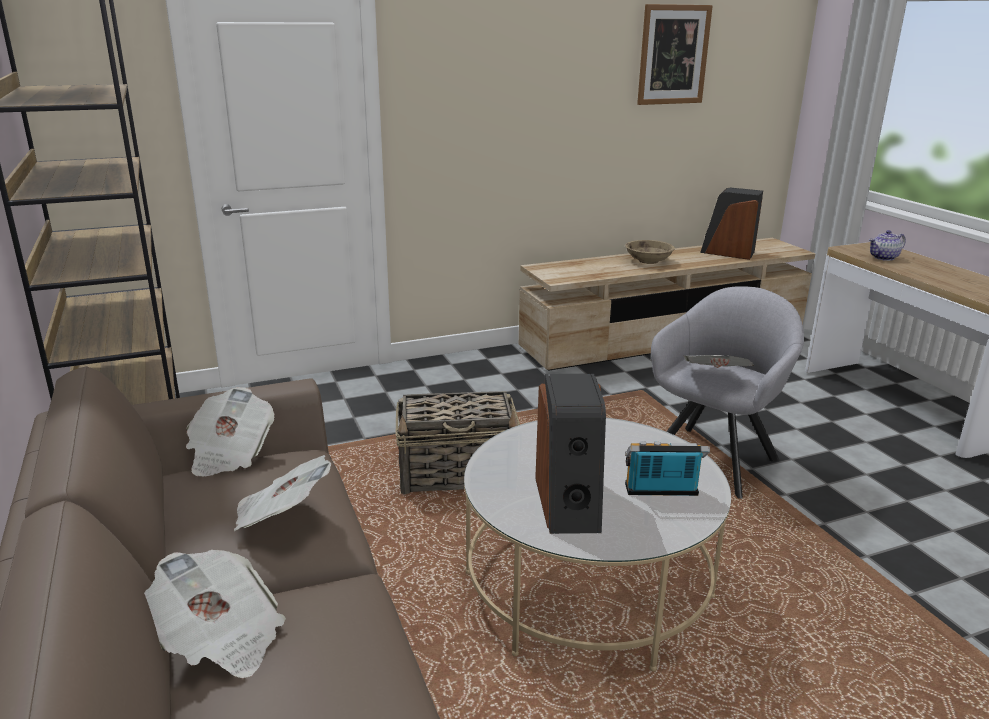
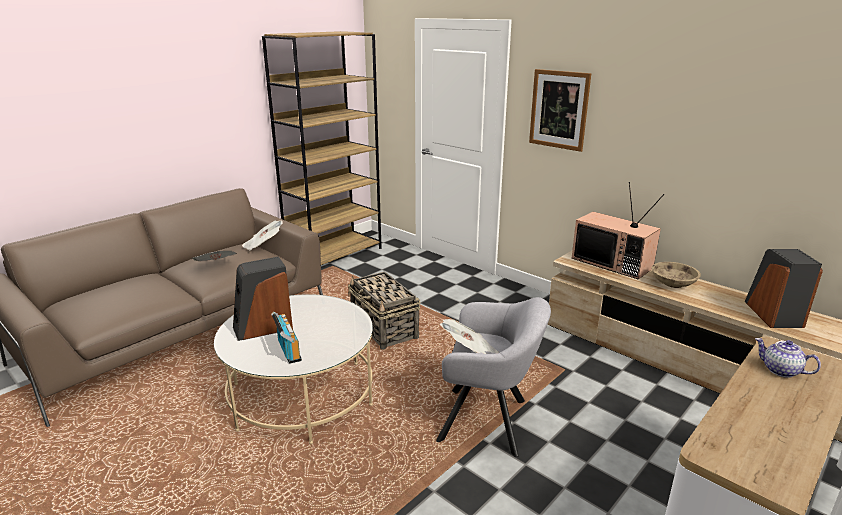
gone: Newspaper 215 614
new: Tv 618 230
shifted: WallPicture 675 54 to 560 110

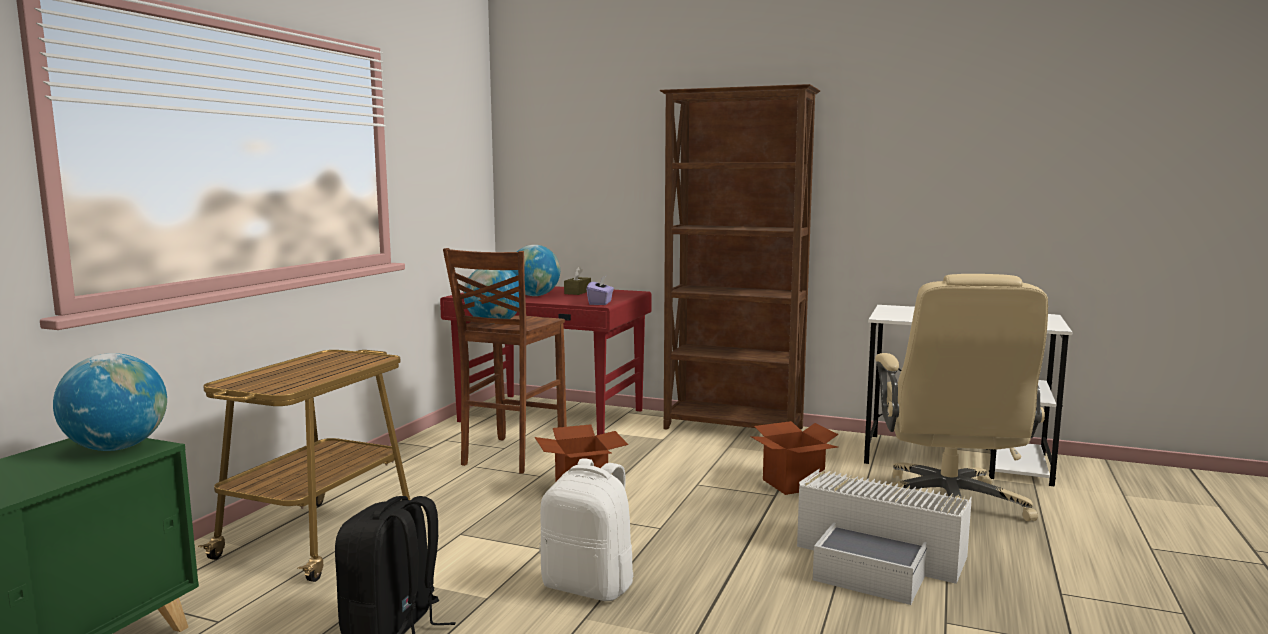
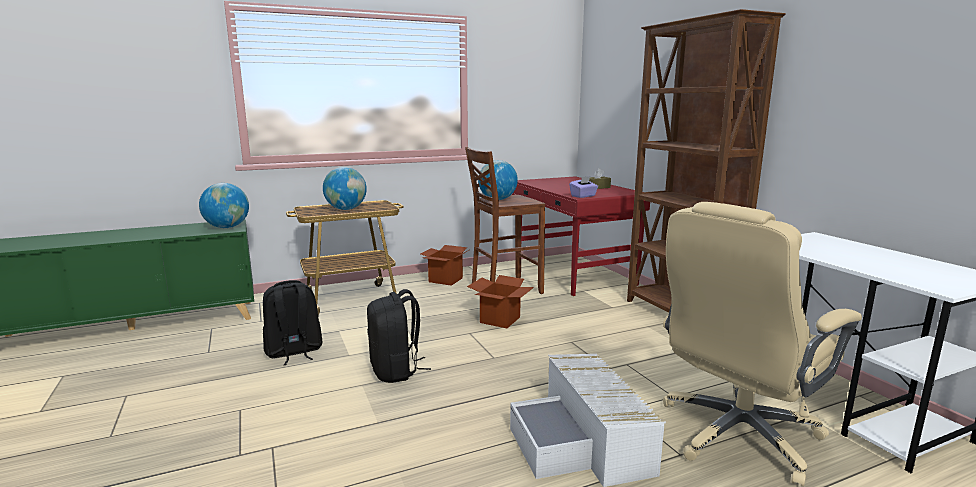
shifted: Globe 535 270 to 345 188; Carton 794 458 to 445 265
repainted: WhitishKnapsack 586 529 to BlackishKnapsack 399 336

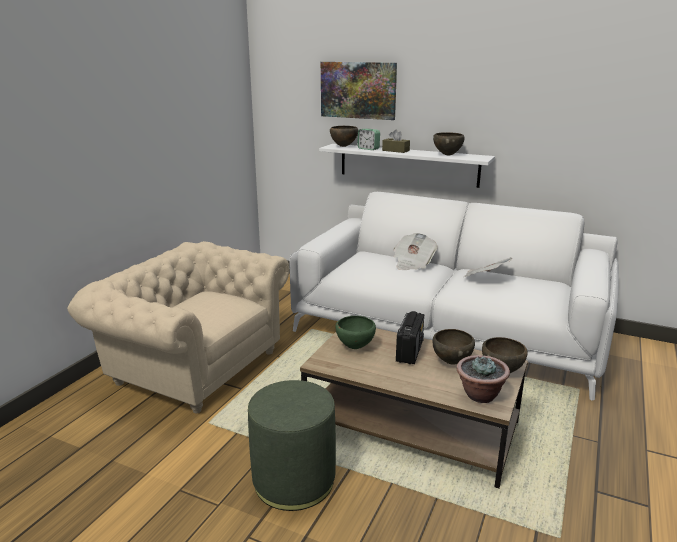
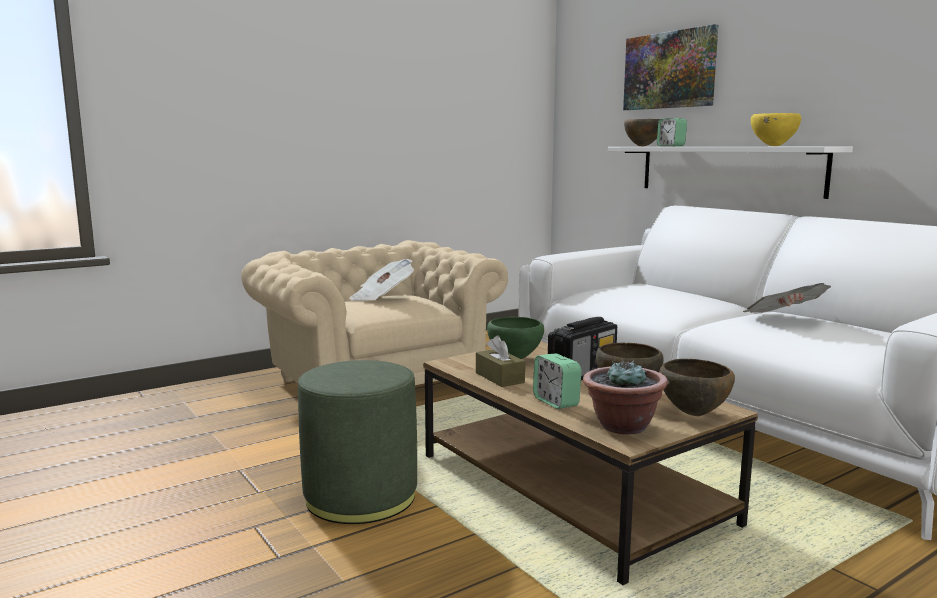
new: BedsideClock 557 381
shifted: BrownishTissueHolder 396 141 to 500 361; Newspaper 416 251 to 381 280
repainted: BrownishServingBowl 449 144 to YellowColouredServingBowl 776 129

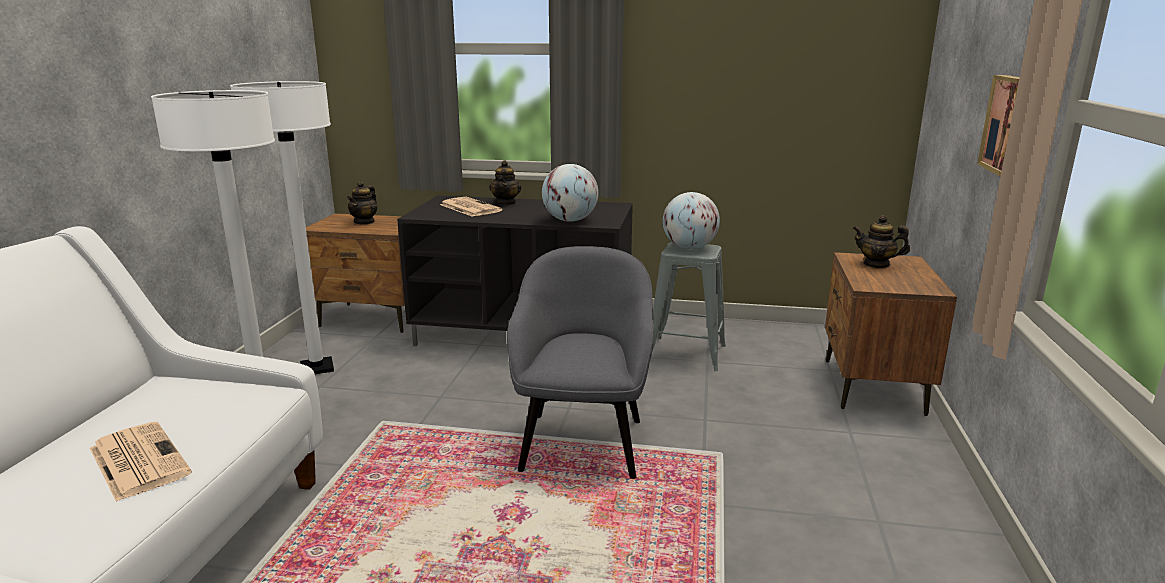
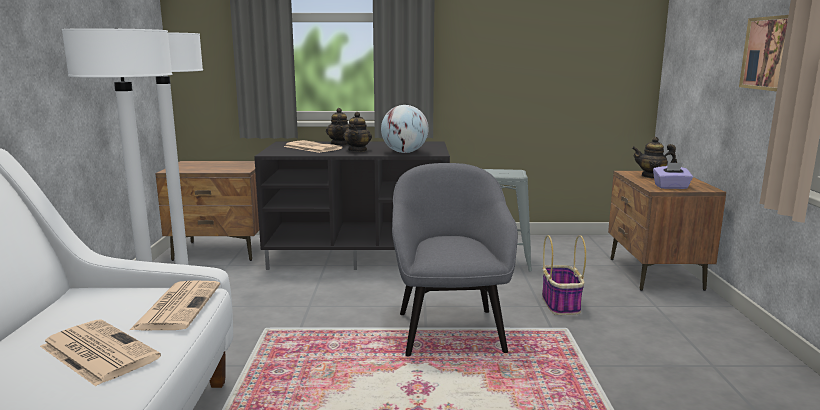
gone: Globe 691 220
new: Newspaper 175 305; HouseholdBasket 564 275; PurpleColouredTissueHolder 673 175
shifted: PotForTea 362 203 to 357 132

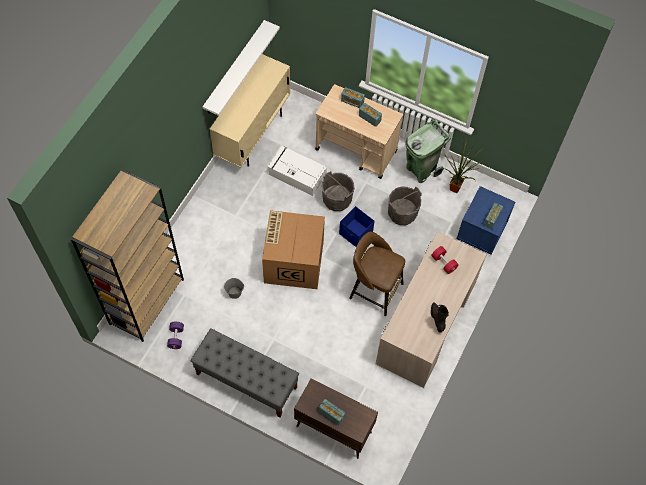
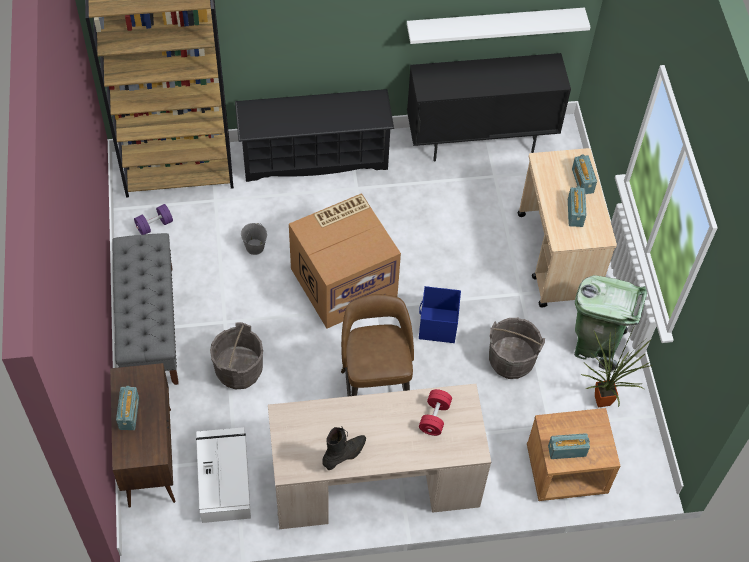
new: BlackishShoeRack 314 135
shifted: WhitishStorageBox 297 171 to 223 475; GrayPail 338 191 to 236 356
repainted: BeigeColouredStorageCabinet 250 111 to BlackishStorageCabinet 489 107; BlueBedsideTable 485 220 to BrownishBedsideTable 573 454

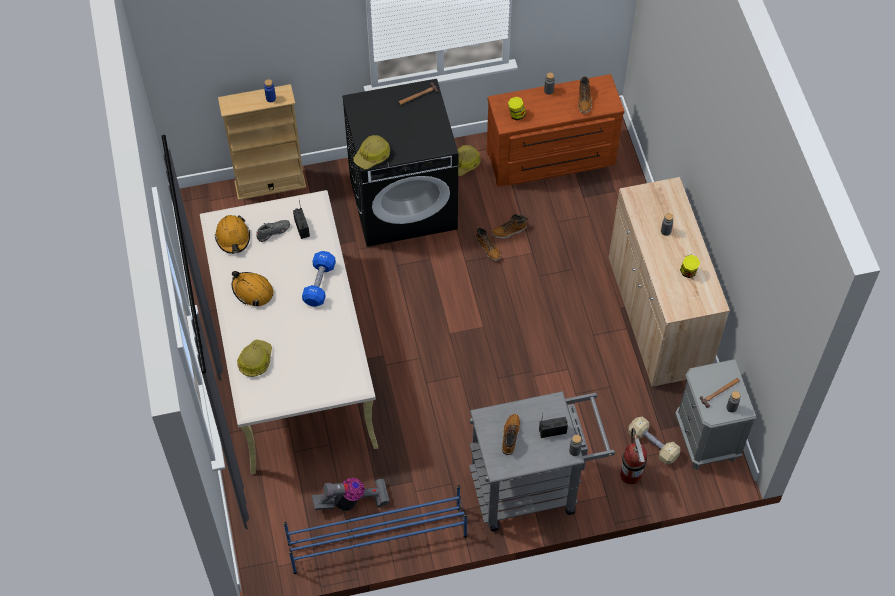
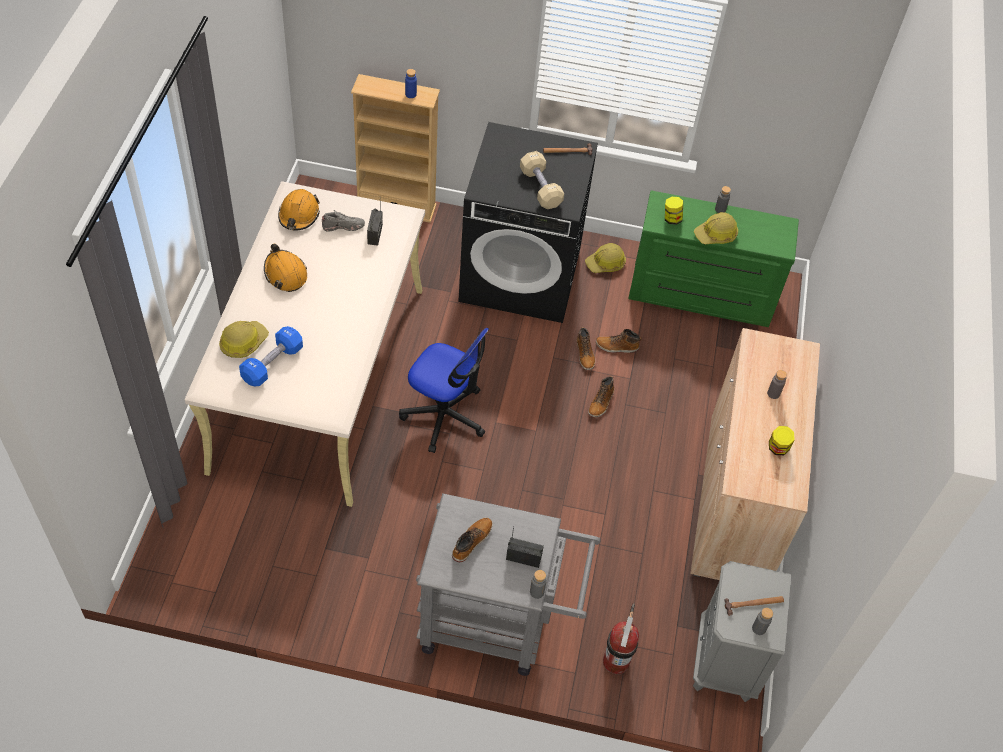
gone: BlueShoeRack 375 529; Vacuum 351 494
new: OfficeChair 444 390
shifted: BlueHandWeight 319 279 to 271 356; SafetyHelmet 371 152 to 716 228; TallBoot 585 94 to 601 397; BeigeColouredHandWeight 654 440 to 542 180
repainted: BrownishChestOfDrawers 555 130 to GreenChestOfDrawers 713 258

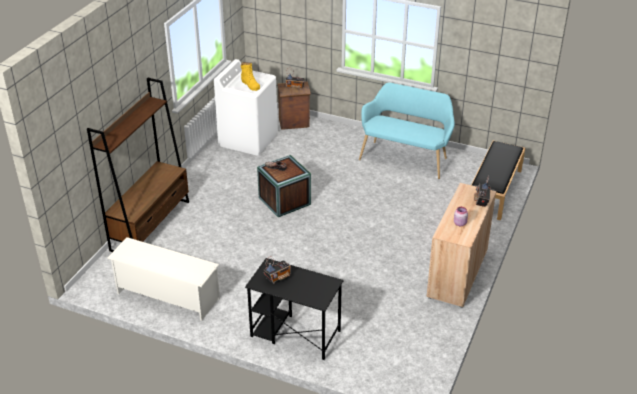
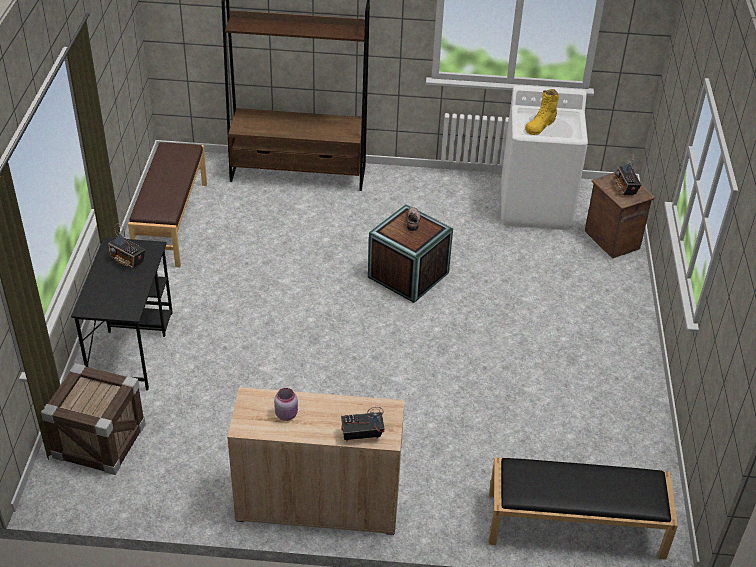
gone: TurquoiseIndoorBench 407 131
new: ShippingCrate 93 419
swapped: WhitishShoeRack 163 279 to BrownishIndoorBench 167 204

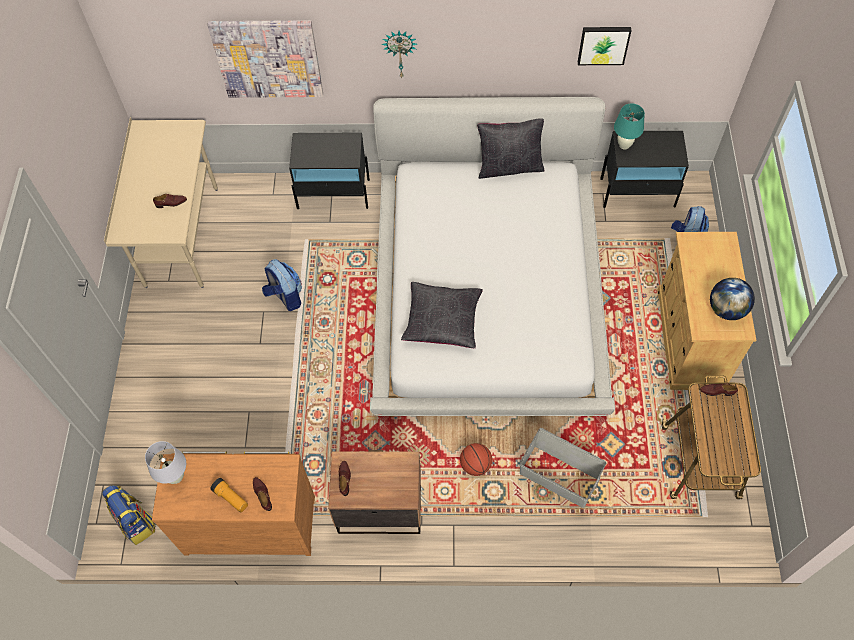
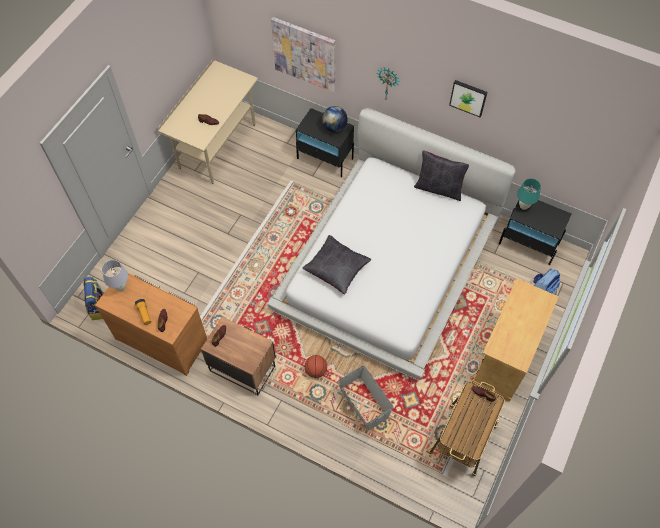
gone: Knapsack 282 285
shifted: WallPicture 605 46 to 468 98; Globe 732 299 to 335 119

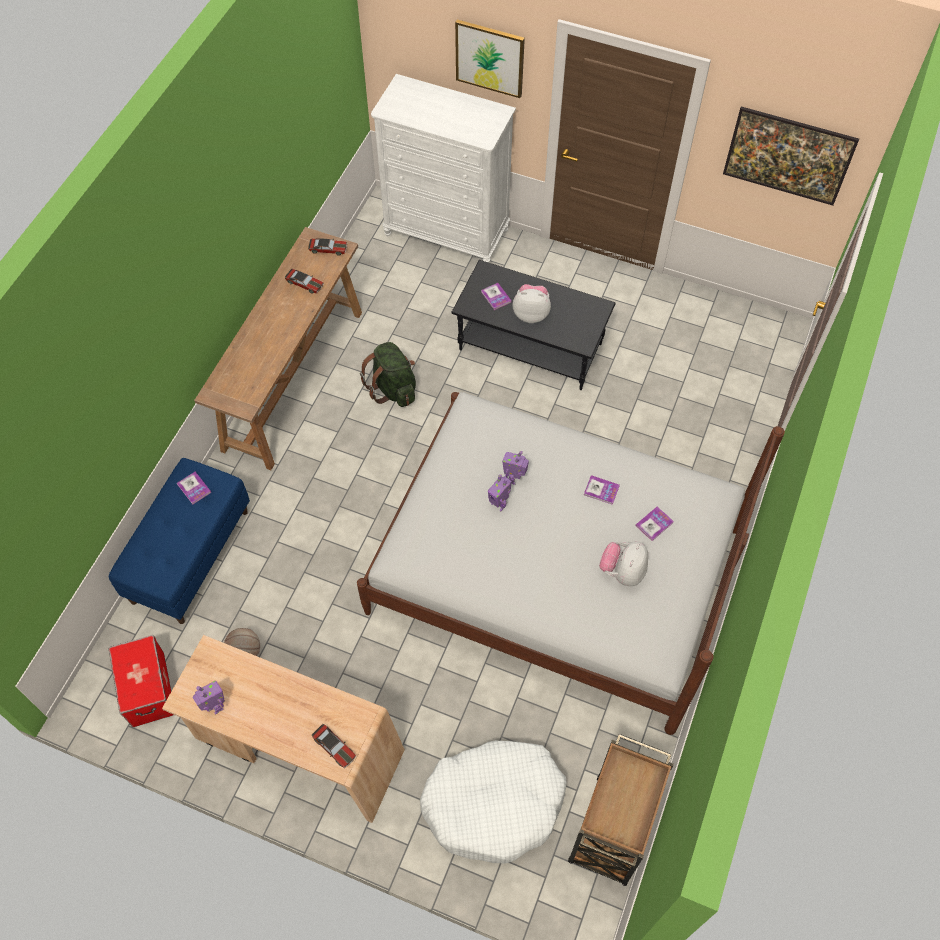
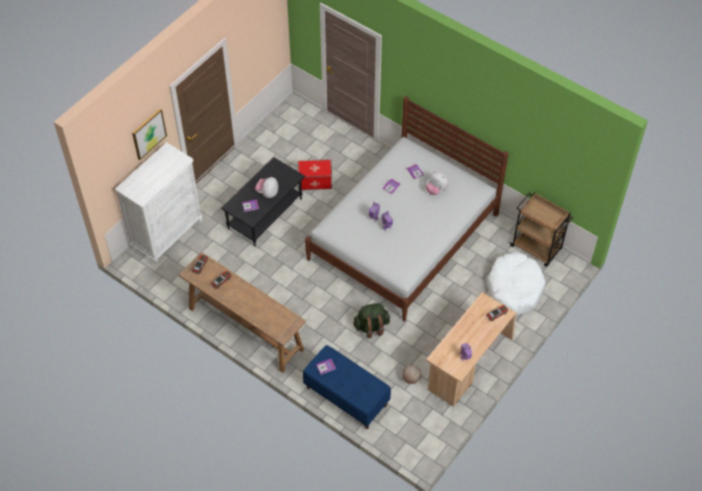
gone: WallPicture 791 156
shifted: StorageBox 141 681 to 315 175; GreenKnapsack 388 374 to 371 320

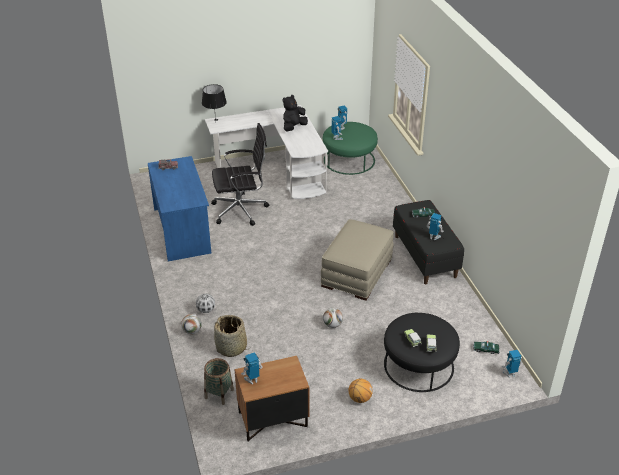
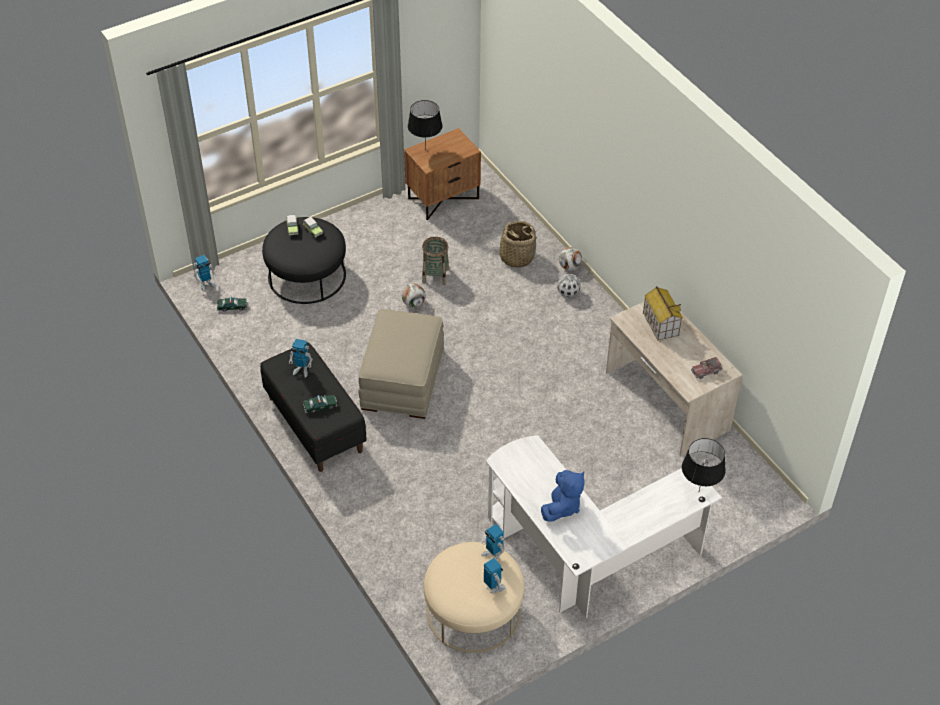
gone: BlackishOfficeChair 240 174; ModelRobot 252 368; BasketballBall 361 391
new: BlackishTabletopLamp 425 125; ToyHouse 663 313
shifted: HouseholdBasket 219 381 to 435 261
repainted: BlueDeskTable 179 208 to BeigeColouredDeskTable 674 379; BlackishSoftToy 295 113 to BlueSoftToy 563 496; GreenFootrest 350 148 to BeigeColouredFootrest 474 597

